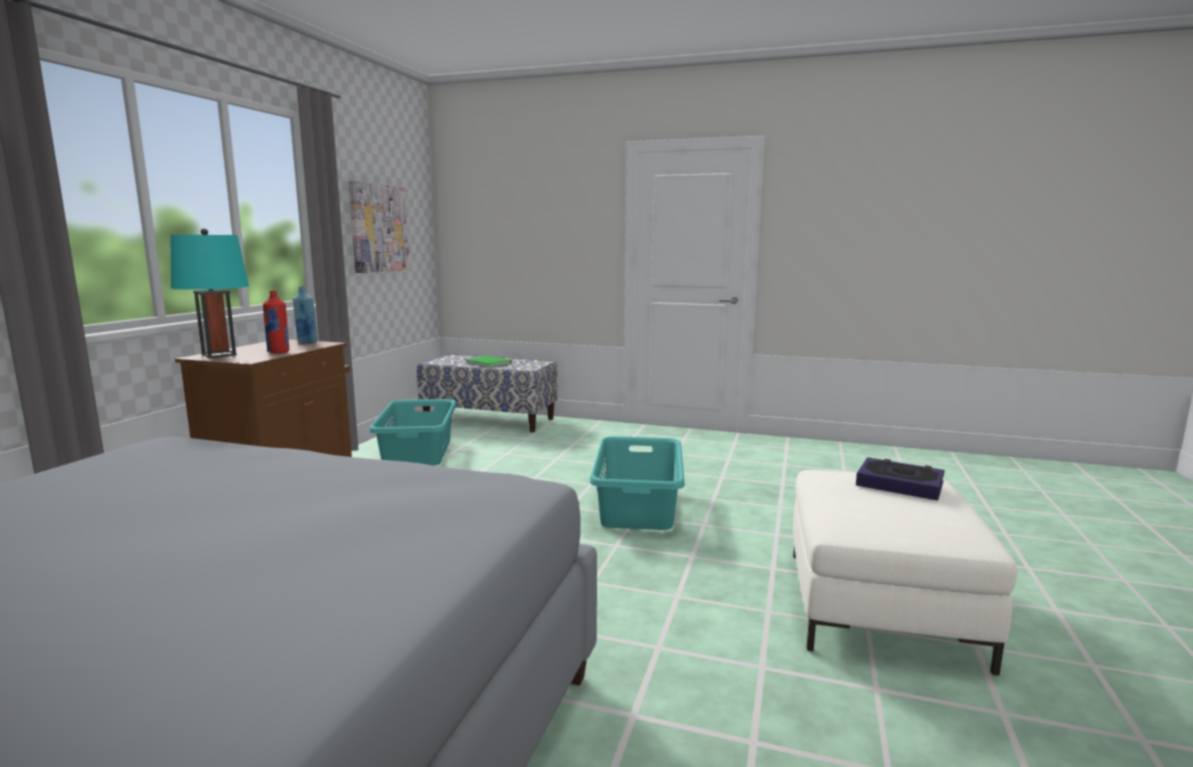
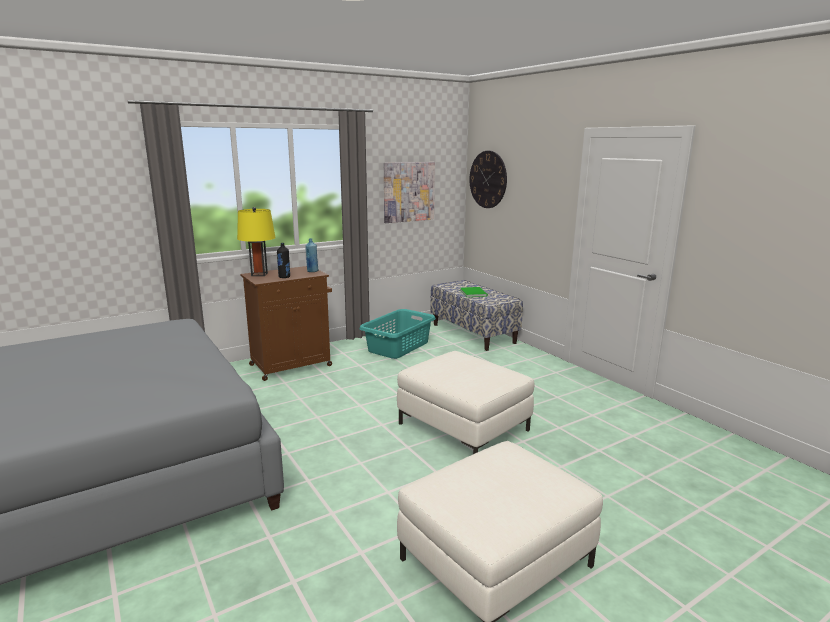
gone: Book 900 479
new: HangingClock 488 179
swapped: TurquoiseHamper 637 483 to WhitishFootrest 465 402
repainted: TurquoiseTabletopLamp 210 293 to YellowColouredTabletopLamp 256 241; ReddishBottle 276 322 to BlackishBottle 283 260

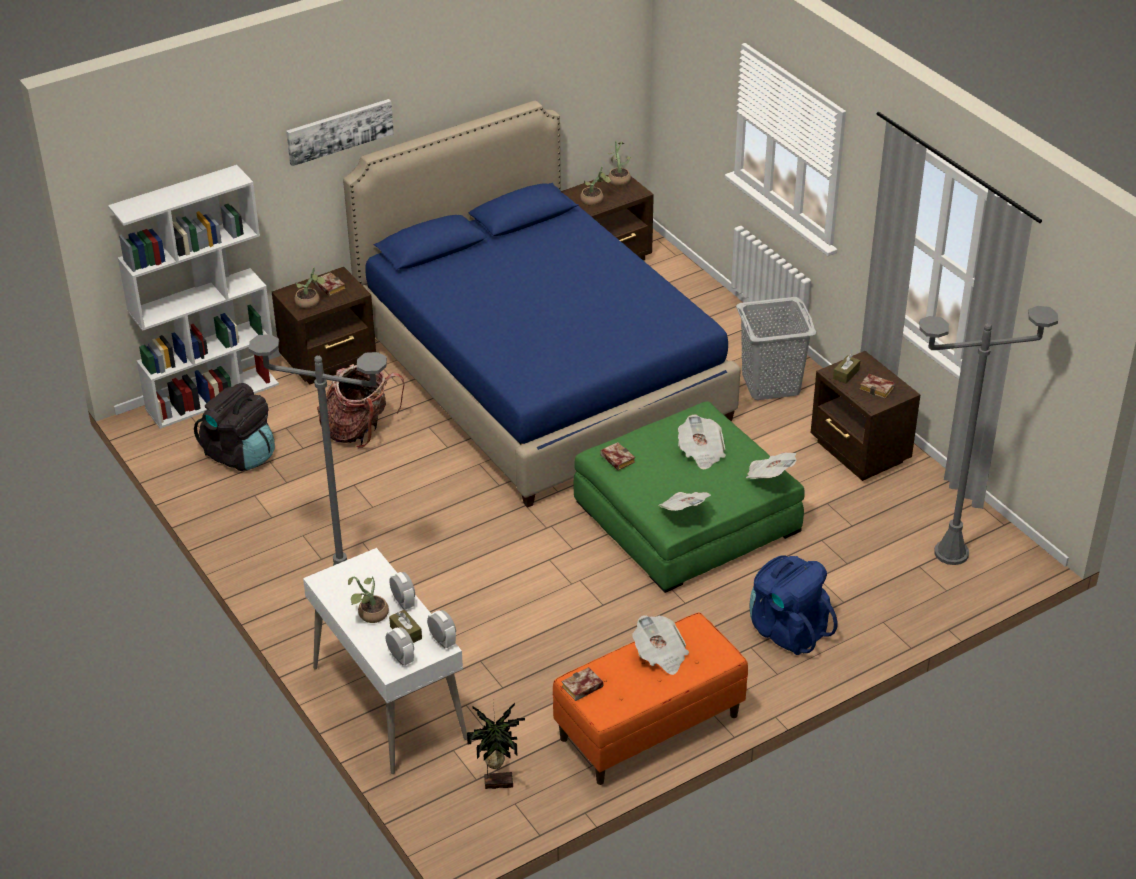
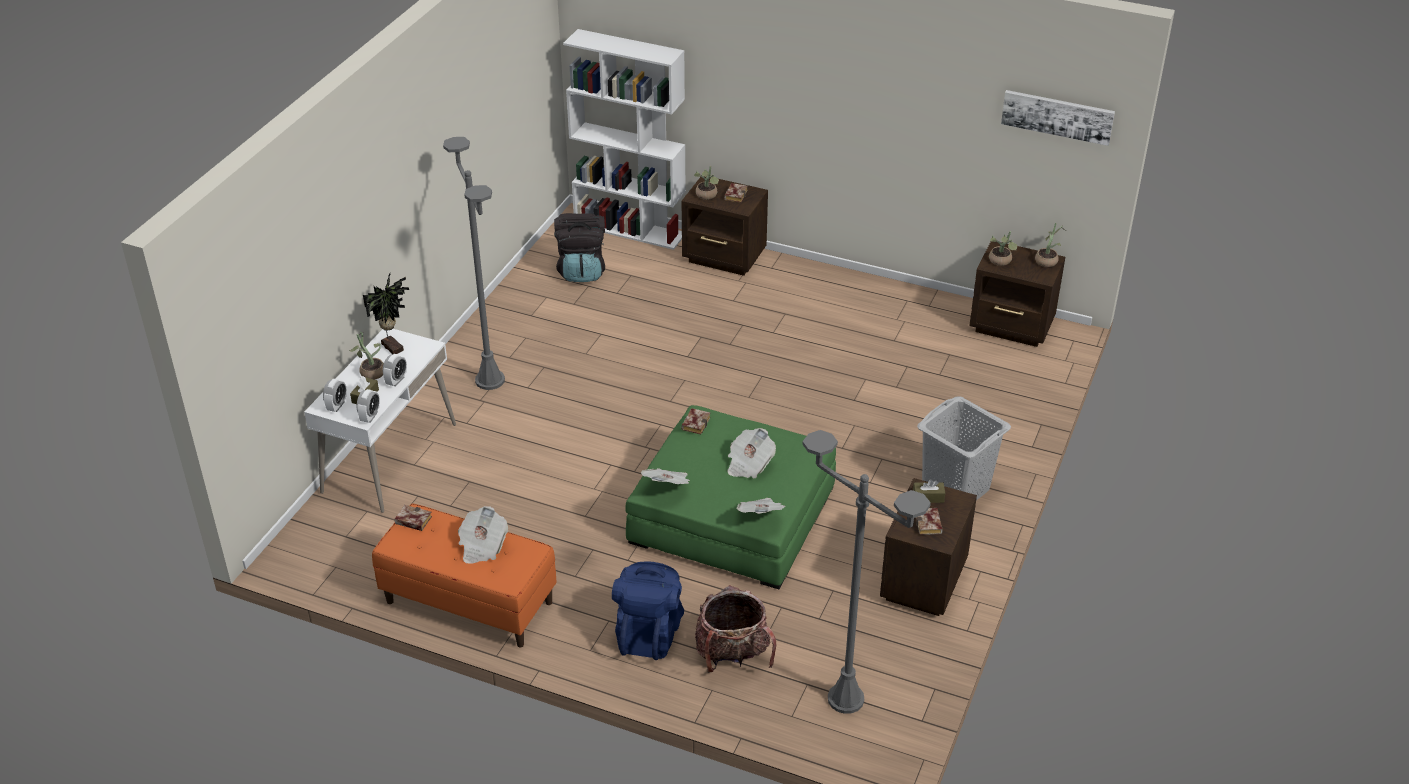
gone: BlueSleepingBed 542 304
shifted: WallPicture 340 132 to 1058 118; Knapsack 361 406 to 735 629; PottedPlant 496 746 to 386 313

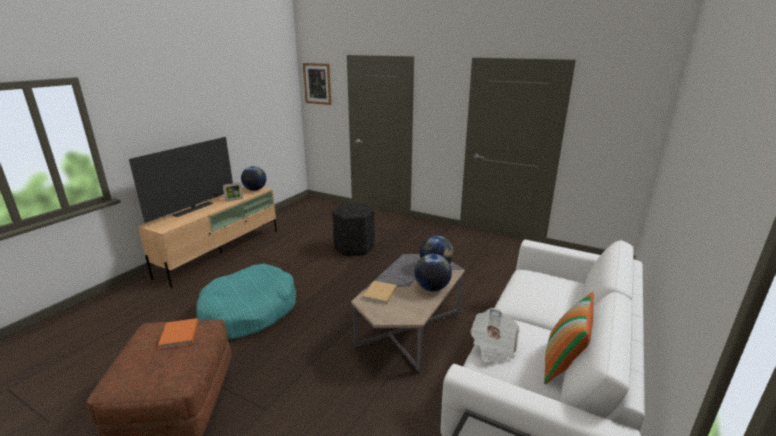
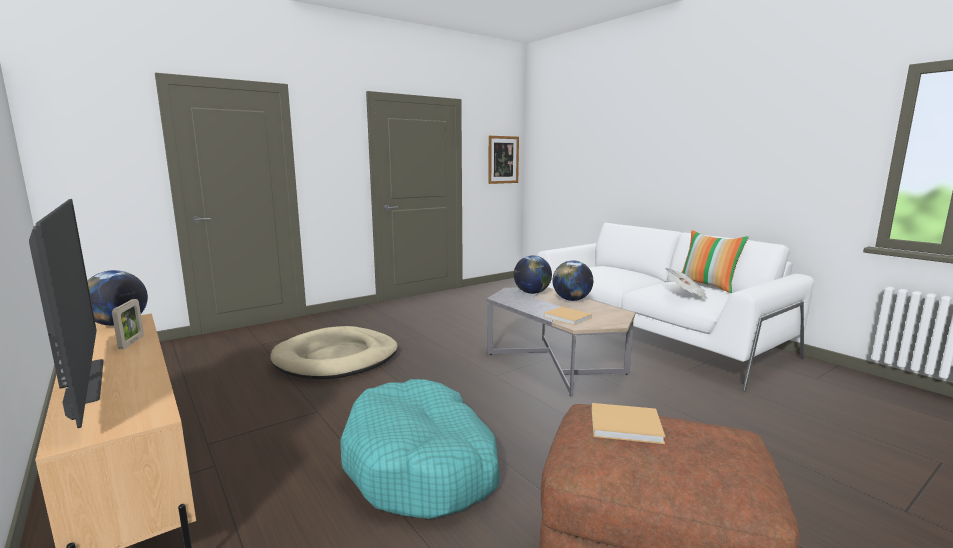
shifted: WallPicture 317 84 to 503 160
swapped: BlackishFootrest 353 230 to BeigeColouredDogCushion 334 352
repainted: OrangeBook 178 333 to BeigeColouredBook 628 423

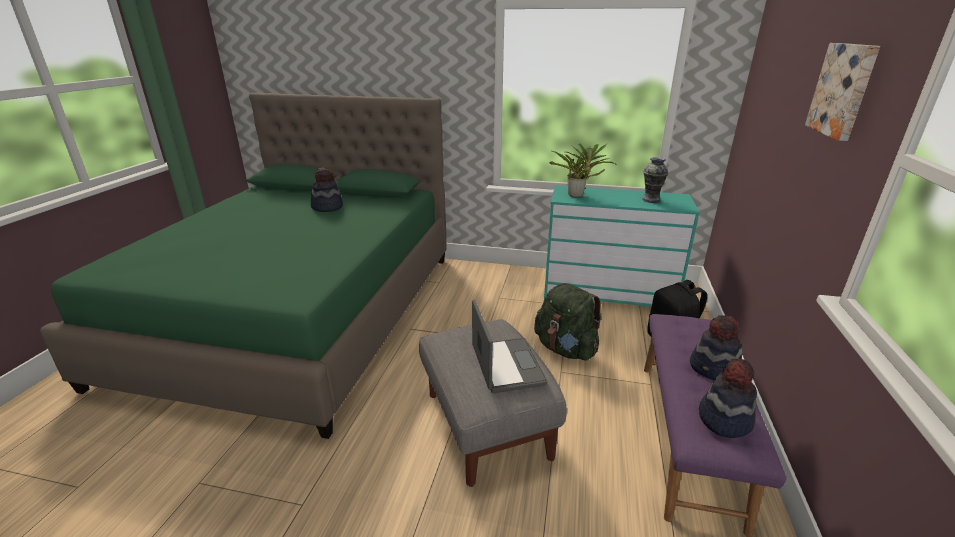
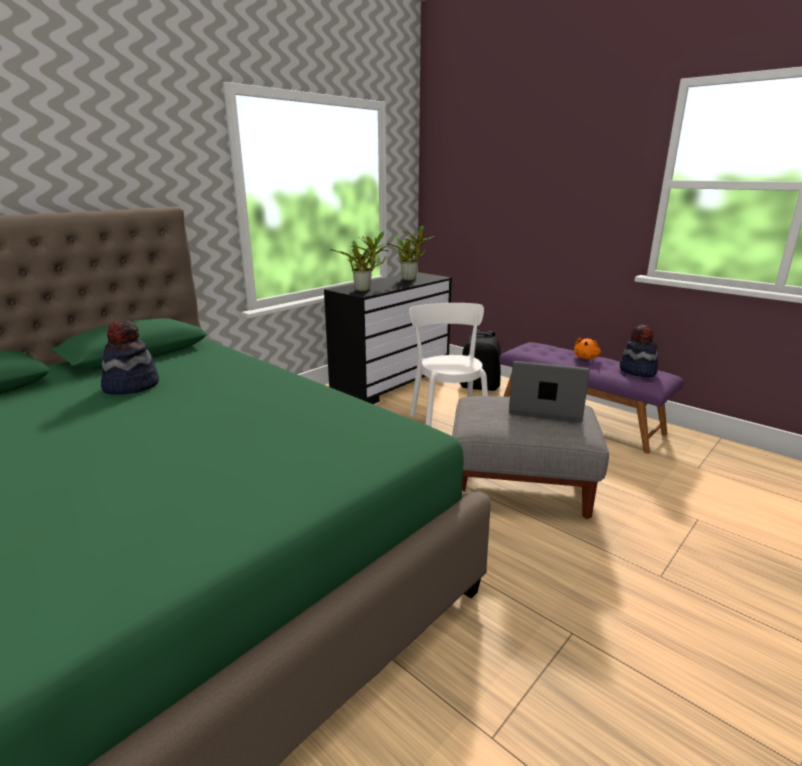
gone: WallPicture 842 92
swapped: GreenKnapsack 568 322 to WhitishUprightChair 448 364; Vase 655 180 to PottedPlant 410 253; Hat 716 347 to OrangeSoftToy 587 348
repainted: TurquoiseChestOfDrawers 622 246 to BlackishChestOfDrawers 388 338

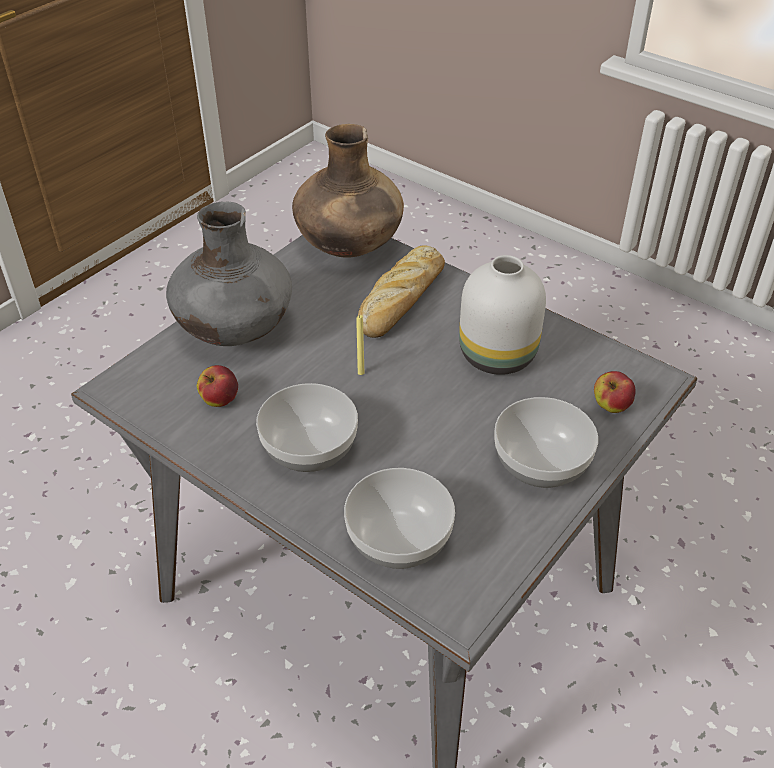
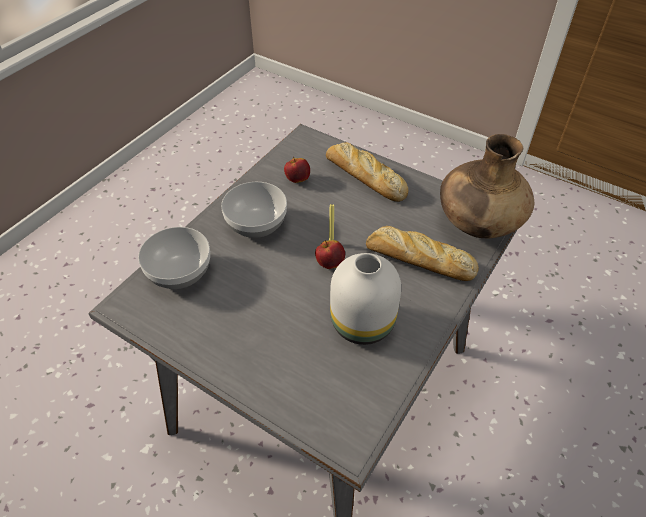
gone: ServingBowl 546 442
shifted: Apple 615 392 to 330 254
swapped: GrayVase 229 274 to Bread 367 172

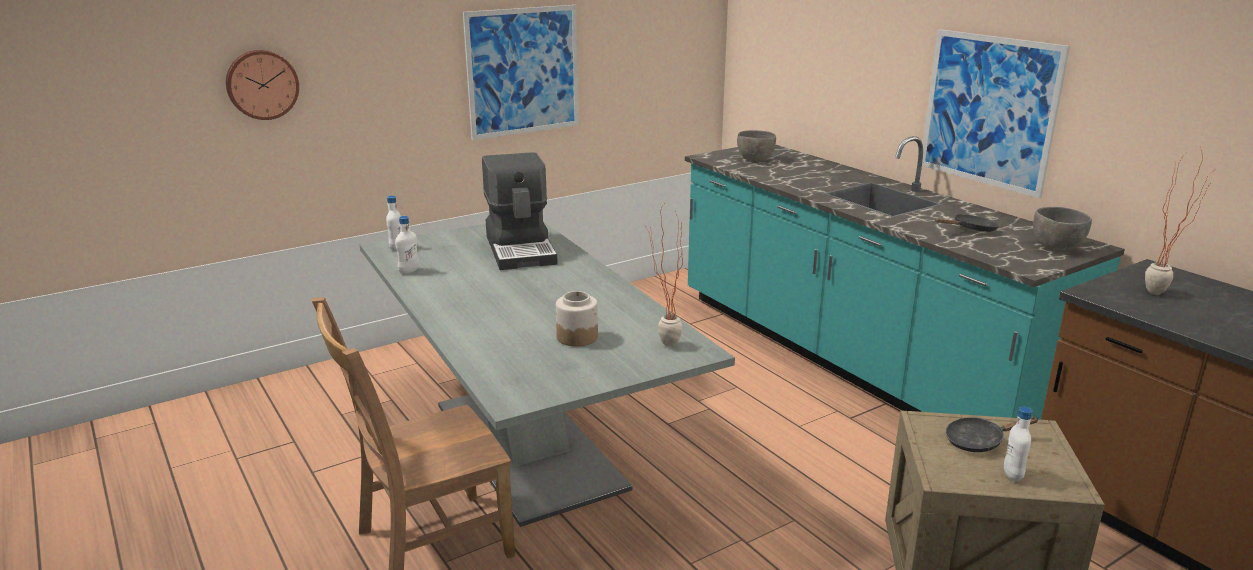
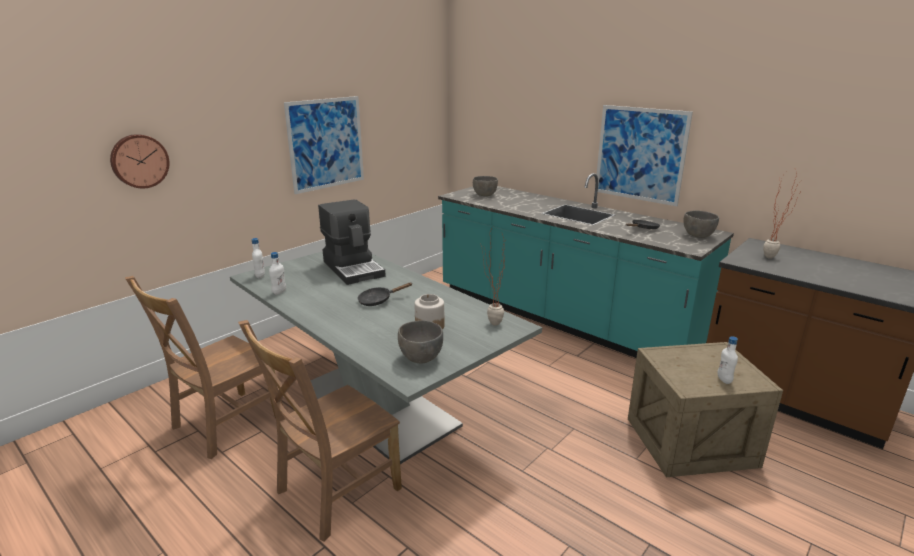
new: BrownishUprightChair 200 367; GrayServingBowl 420 342
shifted: BlackishPan 992 434 to 385 294

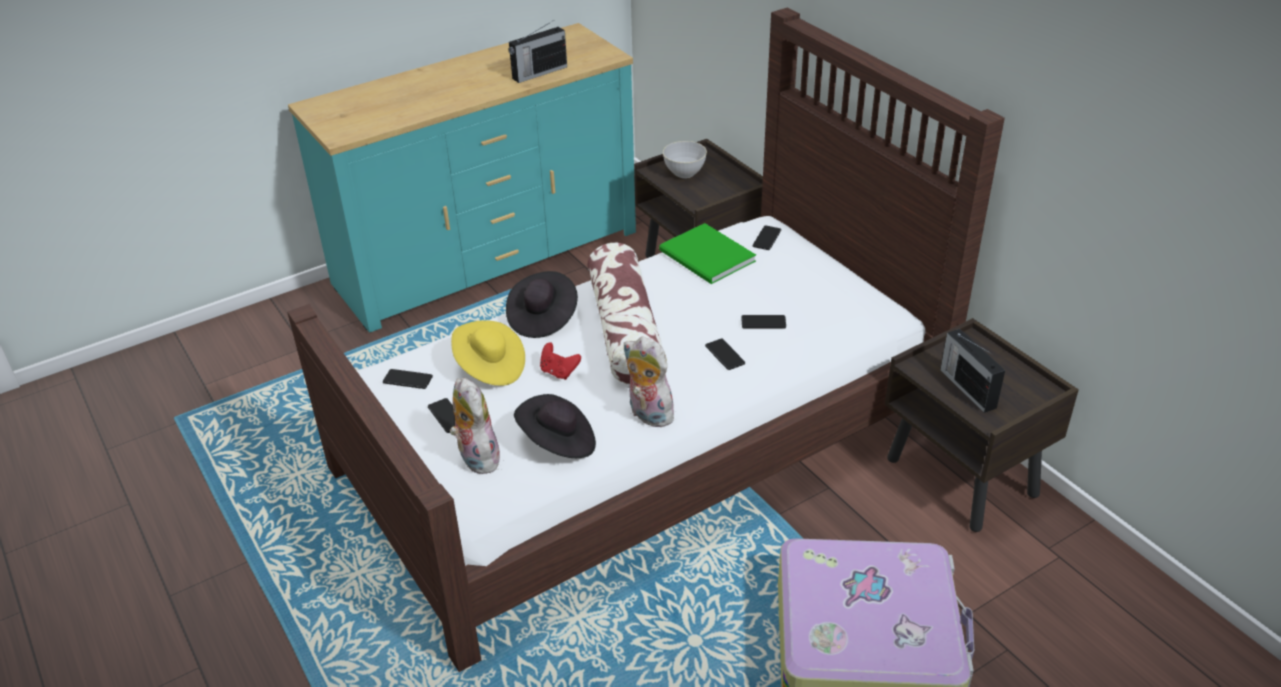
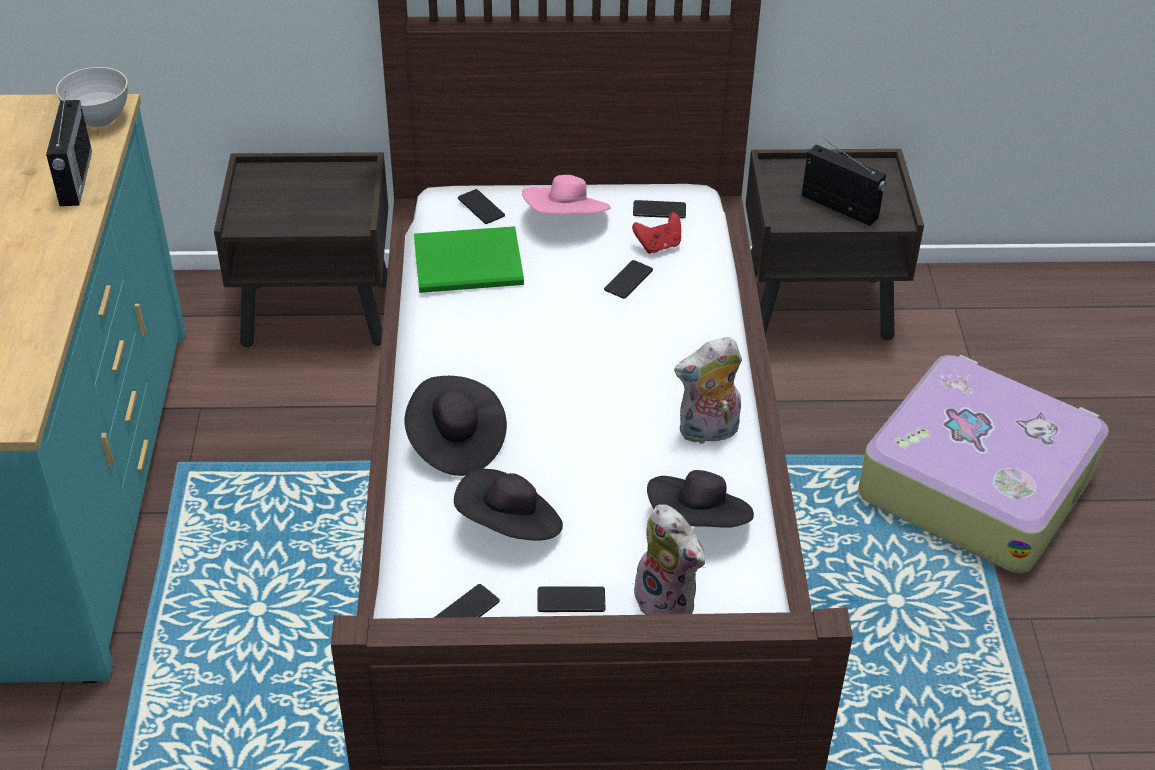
gone: Pillow 625 314
new: PinkColouredHat 566 194
shifted: ReddishJoypad 560 361 to 656 233; GrayServingBowl 685 159 to 92 97; Handset 725 354 to 659 209
repainted: YellowColouredHat 488 353 to BlackishHat 508 504
rotated: SoftToy 475 426 = 667 559 135 degrees counterclockwise; RadioReceiver 972 371 = 844 182 150 degrees counterclockwise

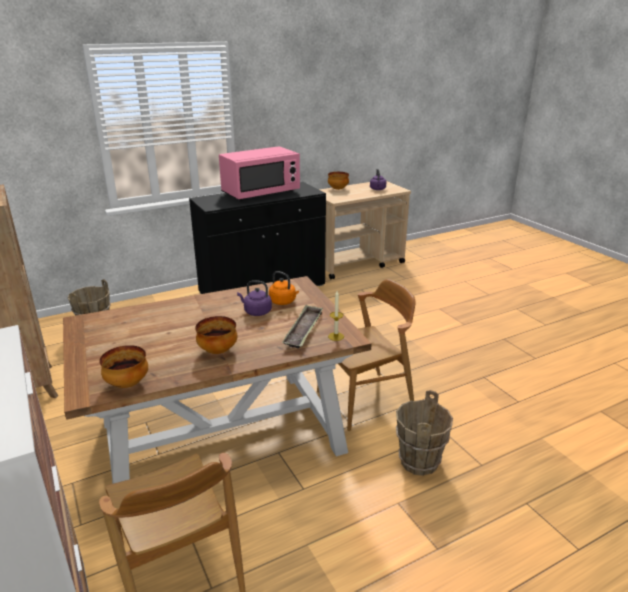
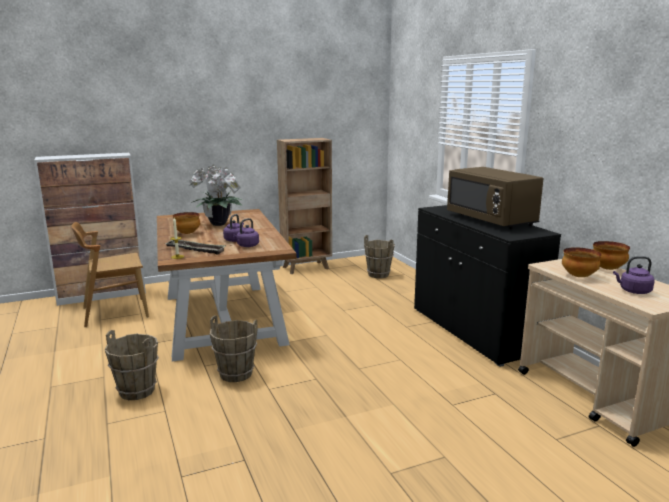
new: PottedPlant 216 195
shifted: ServingBowl 123 366 to 581 262
swapped: BrownishUprightChair 366 355 to BrownishPail 234 348
repainted: PinkColouredMicrowave 259 173 to BrownishMicrowave 495 198; OrangeWaterKettle 284 288 to PurpleColouredWaterKettle 246 232

